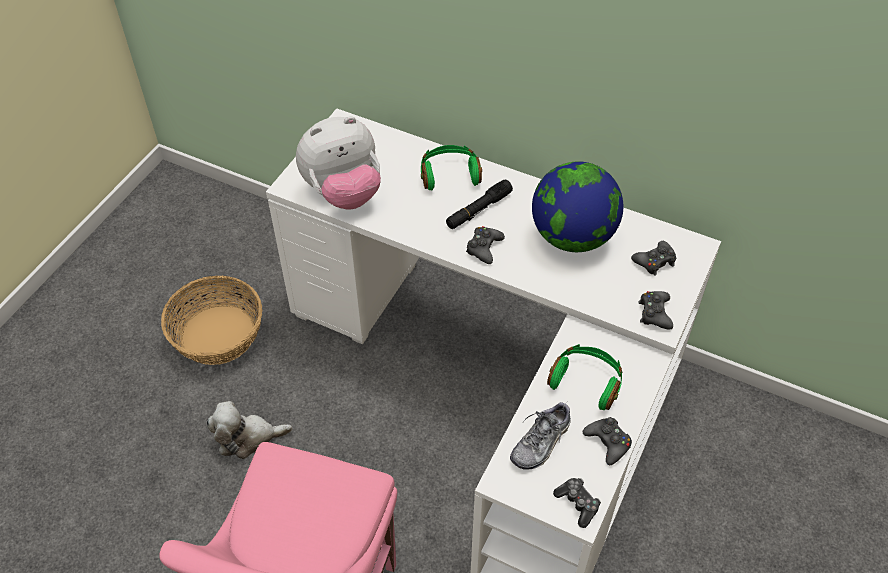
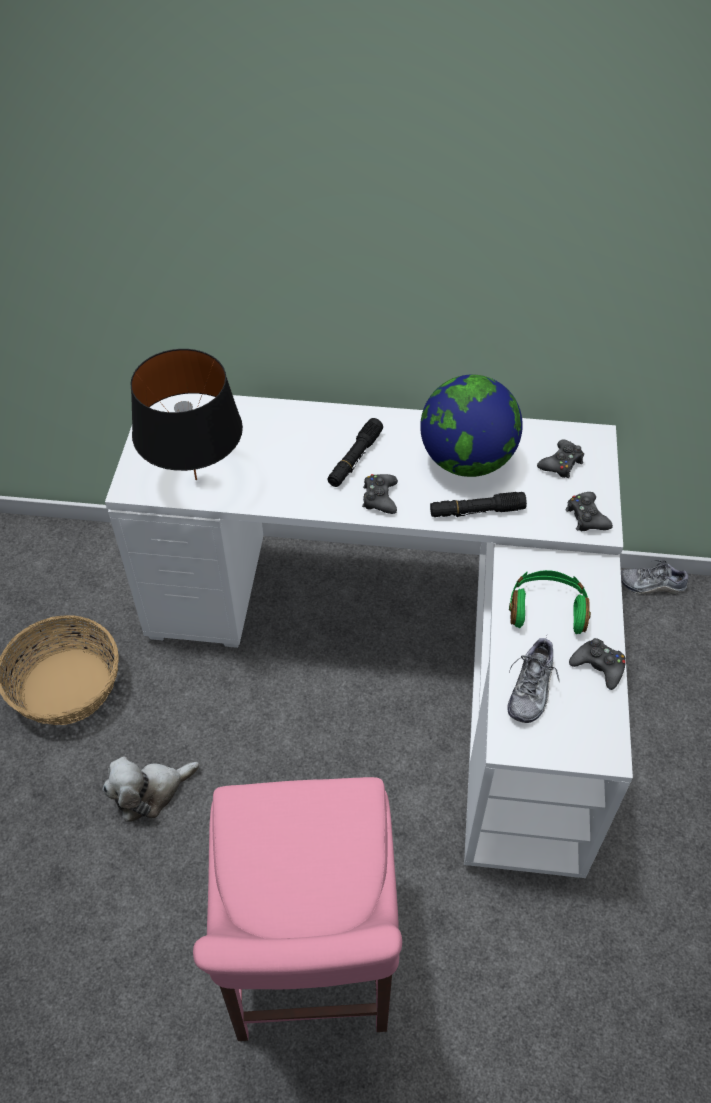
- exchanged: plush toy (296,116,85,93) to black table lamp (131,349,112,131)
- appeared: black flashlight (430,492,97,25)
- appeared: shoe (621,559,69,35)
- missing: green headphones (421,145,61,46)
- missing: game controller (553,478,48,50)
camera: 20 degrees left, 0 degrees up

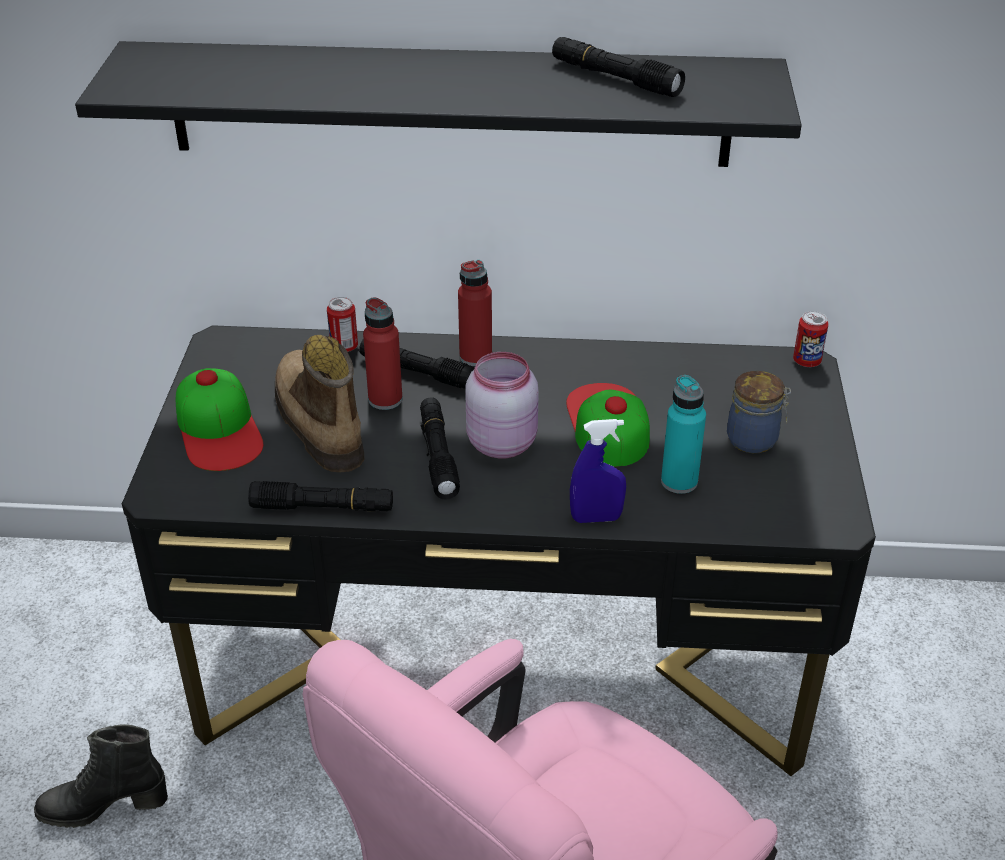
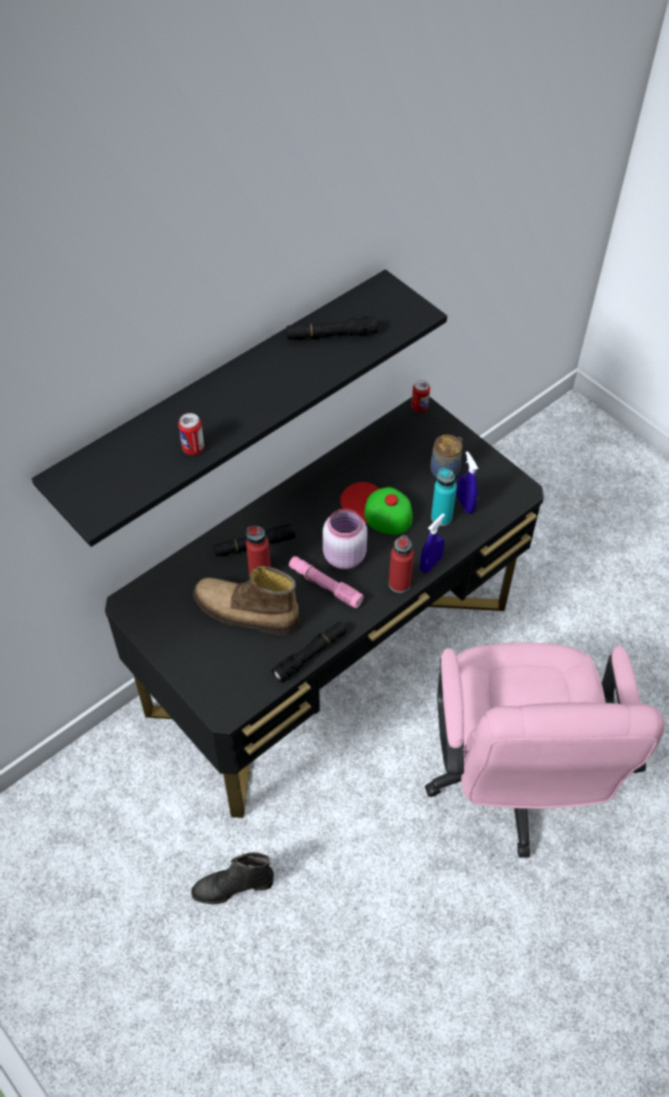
- relocated: can (327,297,31,55) to (178,413,26,42)
- spun: black boot (34,724,134,104) = (191,852,83,53) 45 degrees clockwise
- colour: black flashlight (420,397,40,103) to pink flashlight (289,556,75,52)
- relocated: red bottle (458,260,34,106) to (389,535,25,58)
- appeared: blue spray bottle (457,451,21,63)
- missing: cap (176,368,87,103)
camera: 45 degrees left, 15 degrees up

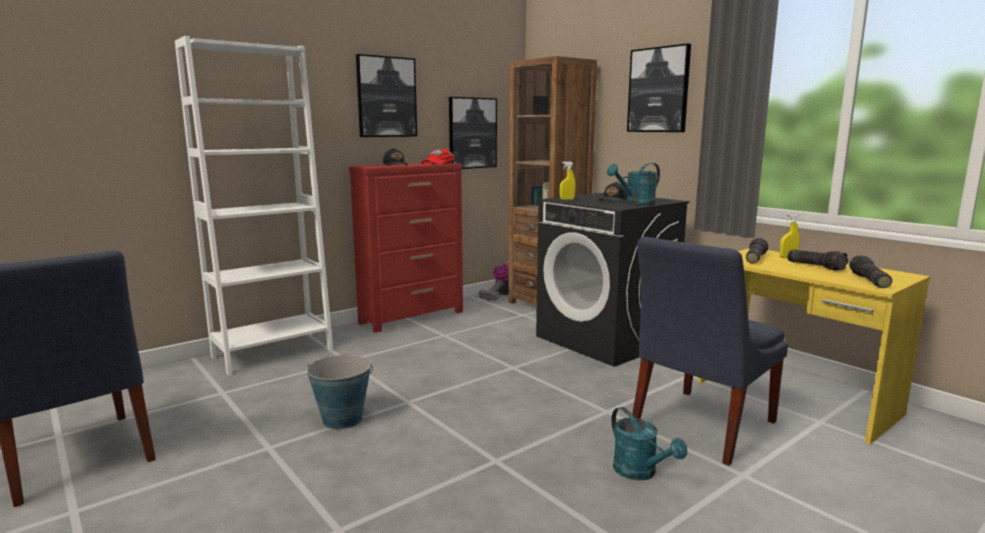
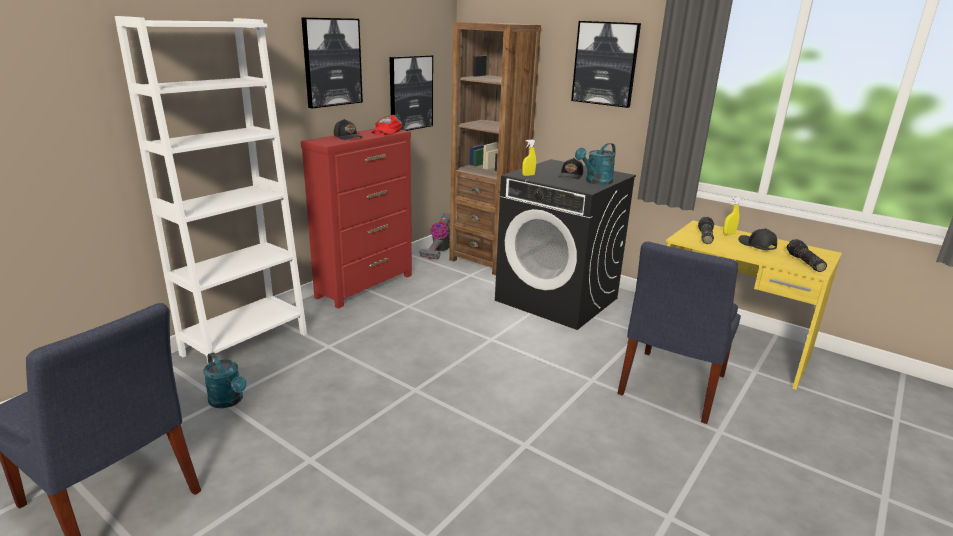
- relocated: turquoise watering can (611,407,76,73) to (203,352,44,56)
- exchanged: flashlight (787,249,61,22) to black cap (738,228,39,22)
- missing: bucket (307,355,66,75)
camera: 15 degrees left, 10 degrees up

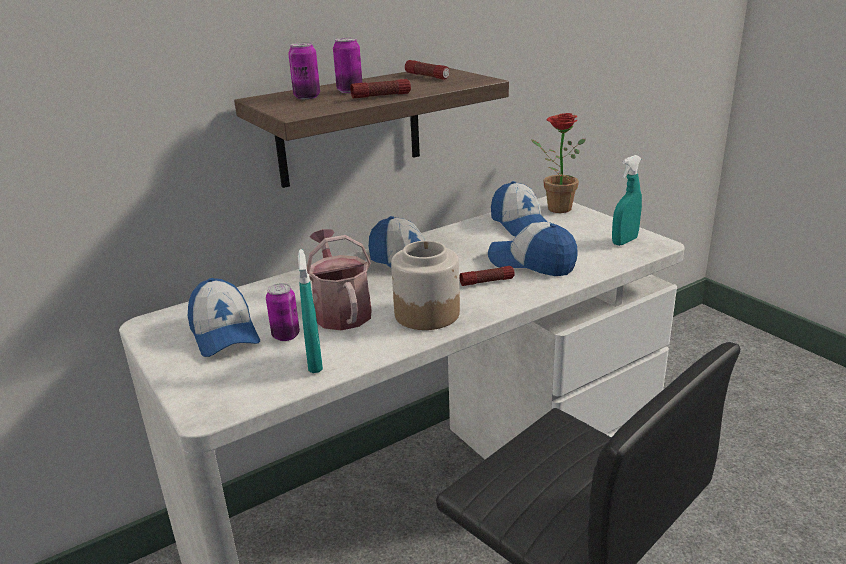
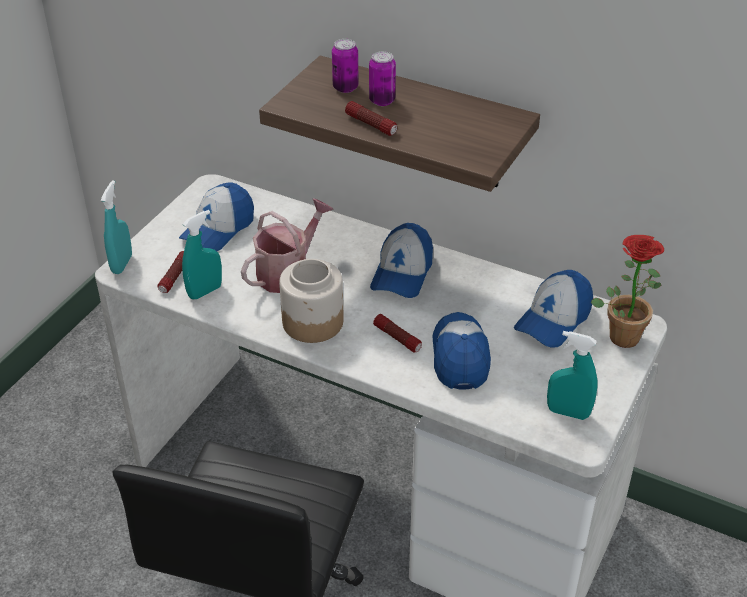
- appeared: turquoise spray bottle (101,180,31,94)
- relocated: flashlight (405,60,45,20) to (158,251,26,42)
- missing: can (266,283,34,58)
camera: 60 degrees right, 15 degrees up

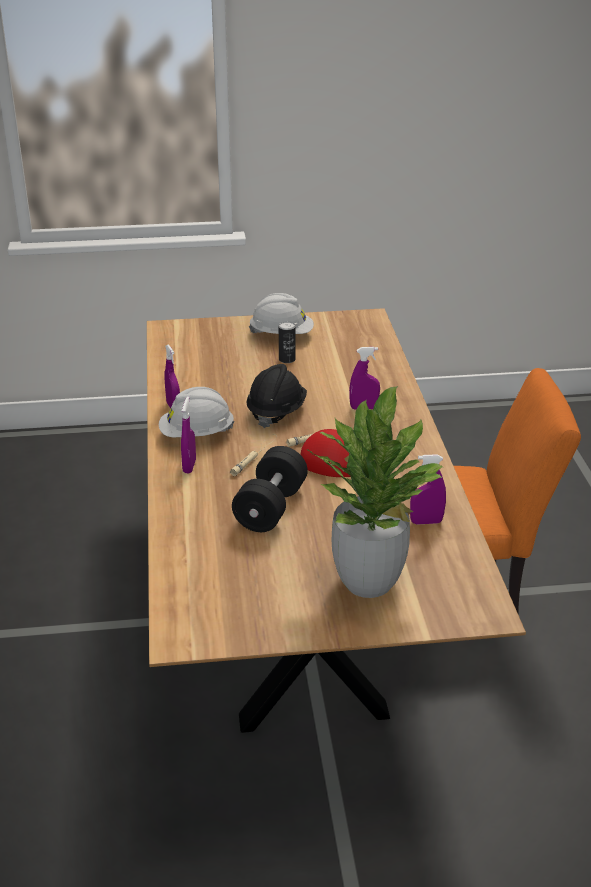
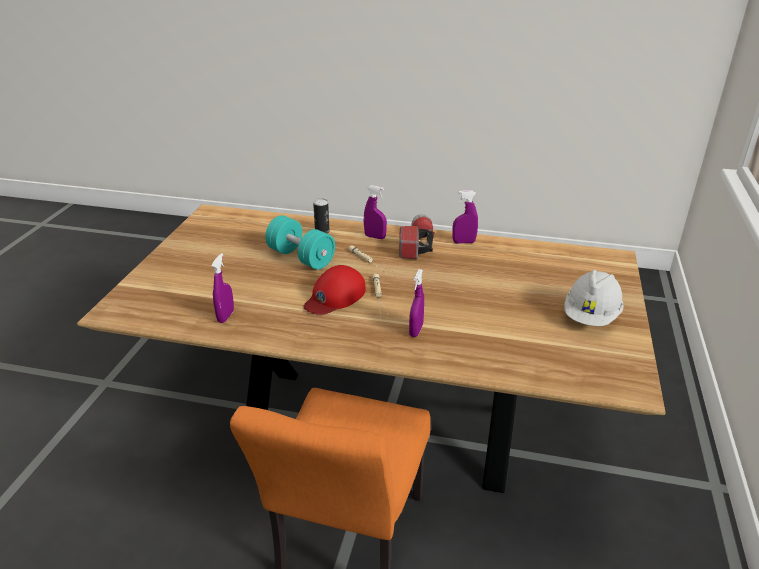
- colour: black dumbbell (232,446,76,86) to turquoise dumbbell (265,215,70,55)
- relocated: can (279,321,17,42) to (313,198,17,36)
- exchanged: white hard hat (159,387,75,50) to flashlight (399,214,36,45)
- missing: black hard hat (246,364,61,64)
- missing: potted plant (306,386,137,212)
camera: 110 degrees right, 0 degrees up

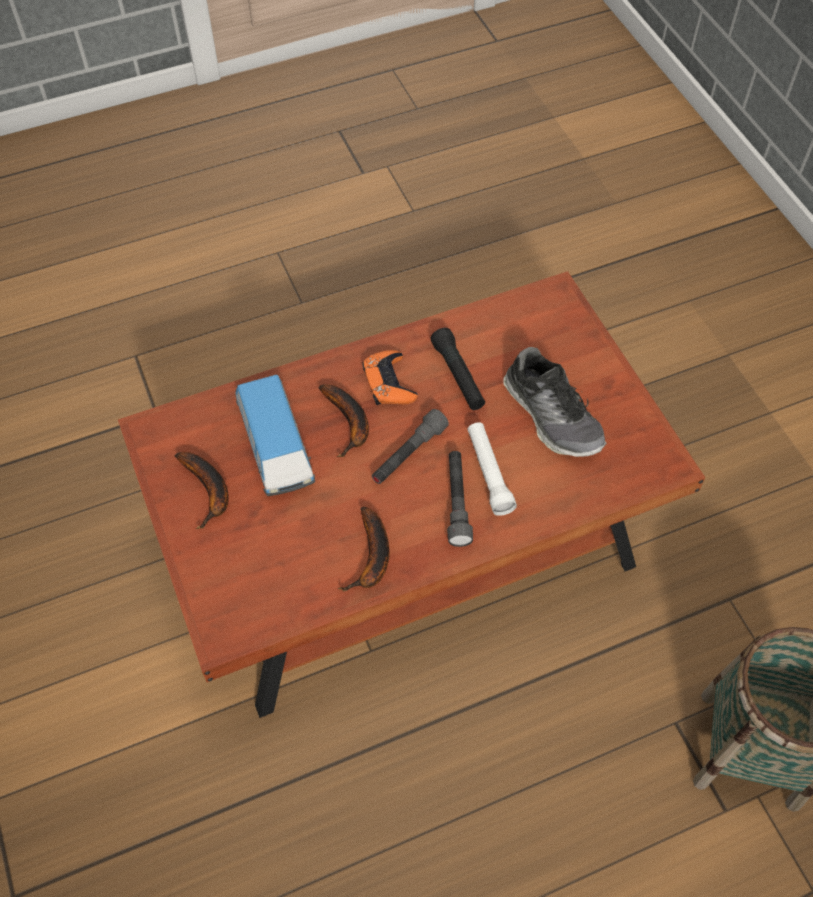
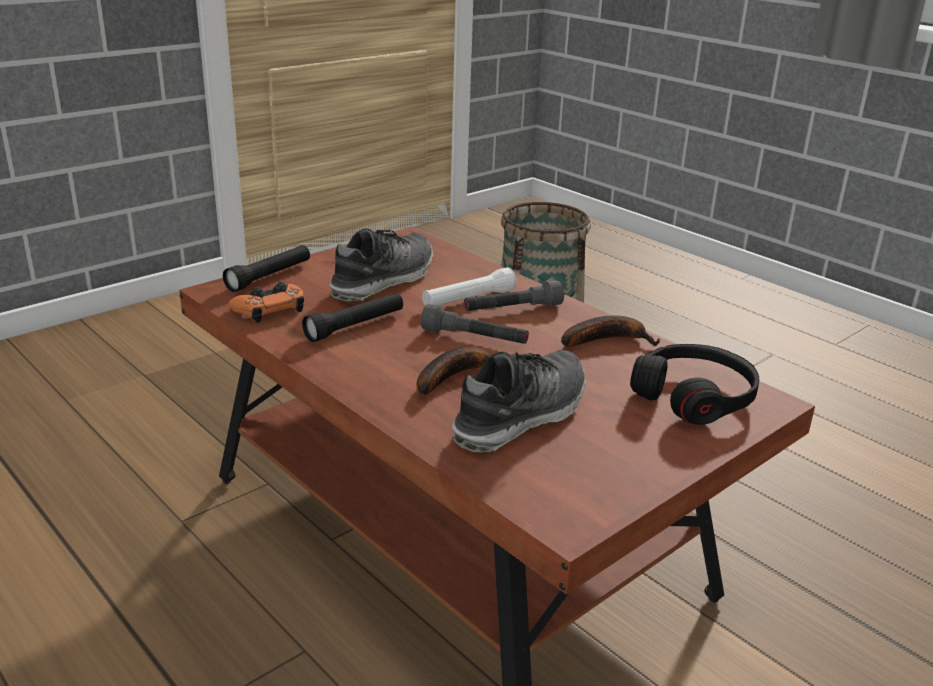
- appeared: black flashlight (223,245,87,47)
- relocated: orange game controller (362,350,56,55) to (229,282,75,41)
- exchanged: toy car (235,375,80,121) to shoe (452,350,134,103)
- appeared: black headphones (630,344,129,81)
- missing: banana (175,452,54,77)
camera: 110 degrees left, 30 degrees down

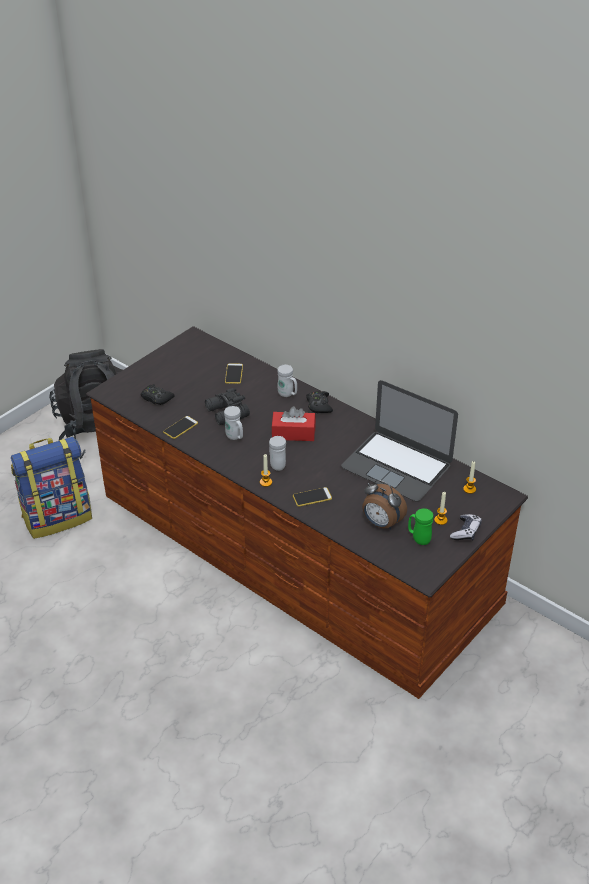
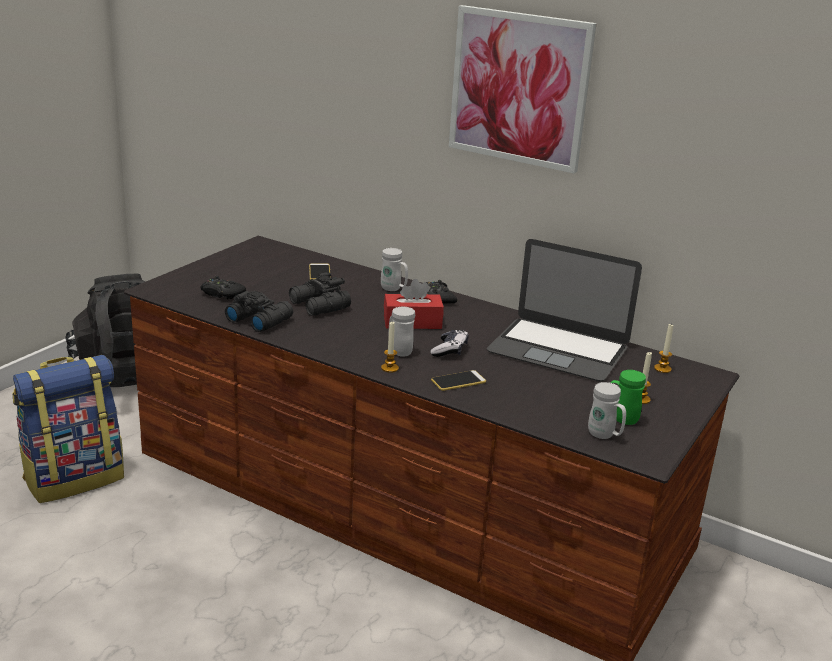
- exchanged: phone (163,416,35,23) to black binoculars (225,291,68,41)
- relocated: game controller (450,514,32,26) to (430,330,39,27)
- appeared: picture (449,5,148,168)
- relocated: white mug (224,406,19,34) to (588,382,38,57)
- missing: alarm clock (362,480,45,50)
camera: 10 degrees left, 15 degrees down

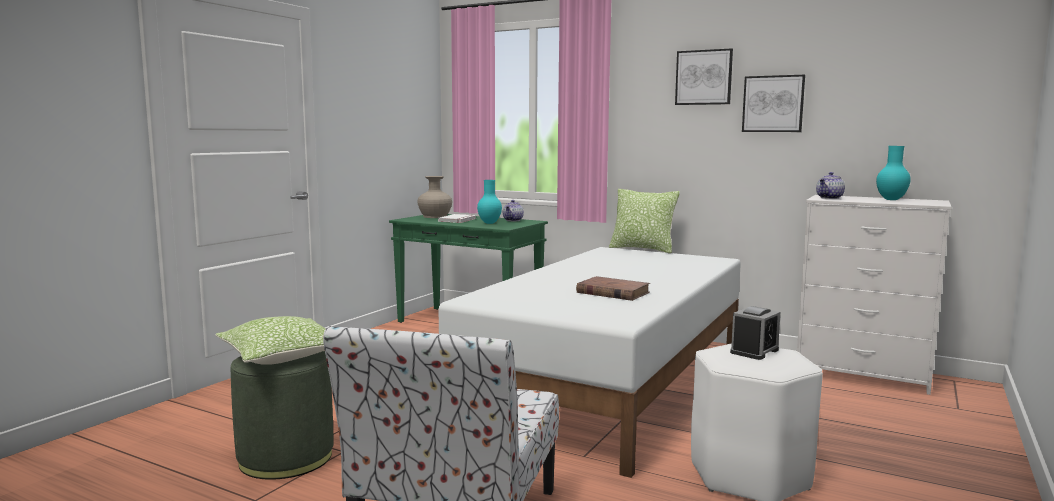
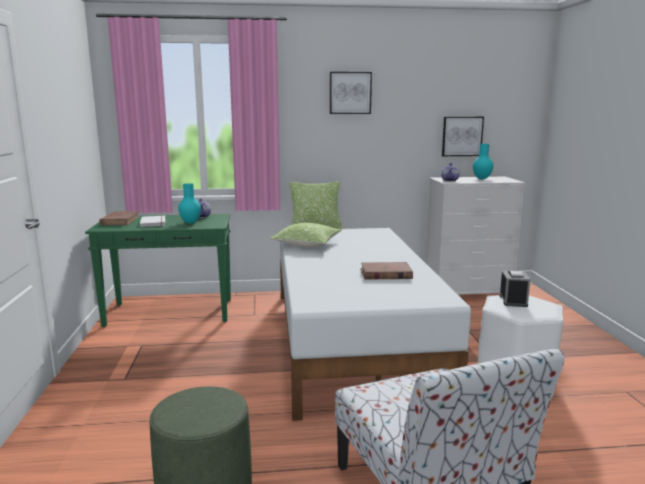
- exchanged: beige vase (417,176,35,42) to brown book (99,211,41,14)
- relocated: pillow (216,316,110,49) to (269,223,72,24)
- relocated: picture (742,75,63,57) to (442,117,42,39)
camera: 35 degrees left, 5 degrees up

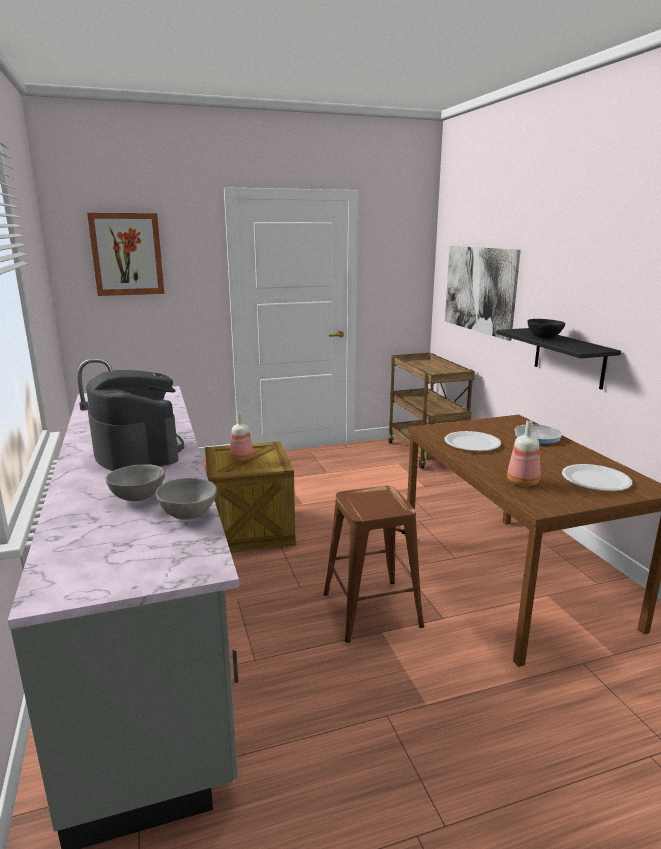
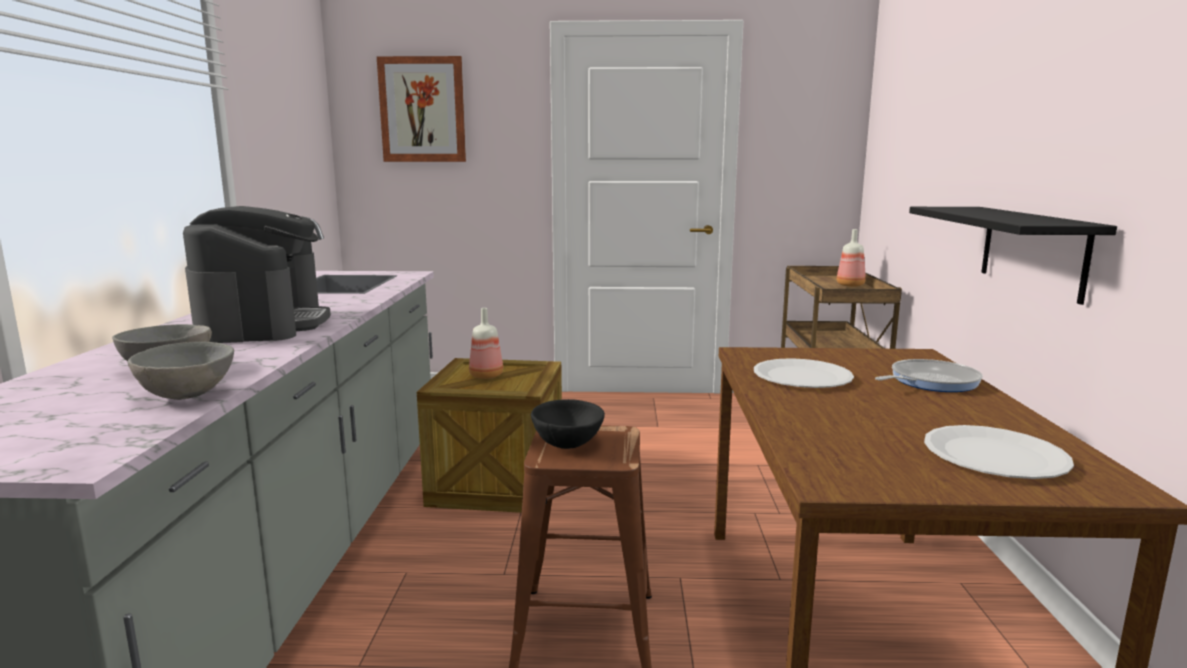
- relocated: black bowl (528,319,37,20) to (531,399,74,50)
- relocated: bottle (507,420,33,67) to (837,229,29,58)
- missing: picture (445,246,76,95)
camera: 20 degrees right, 5 degrees down

